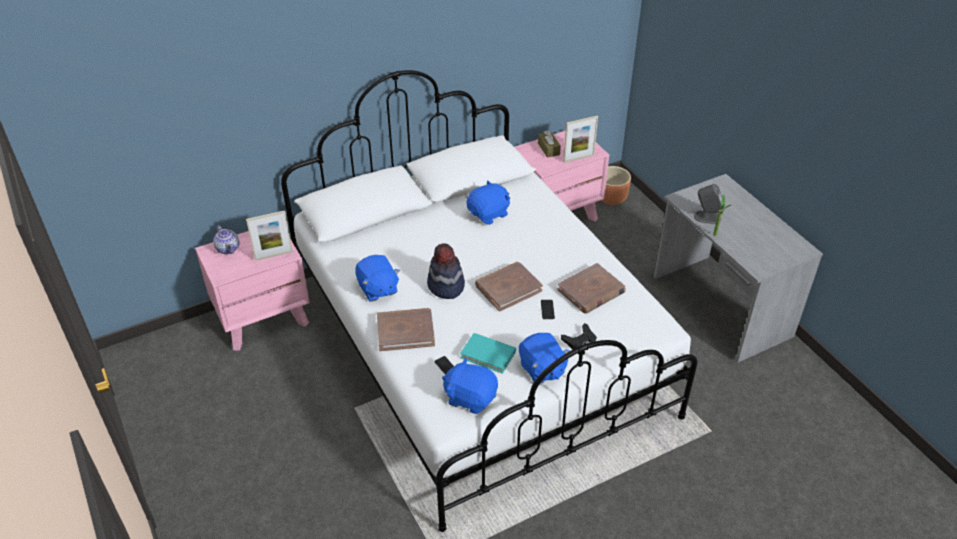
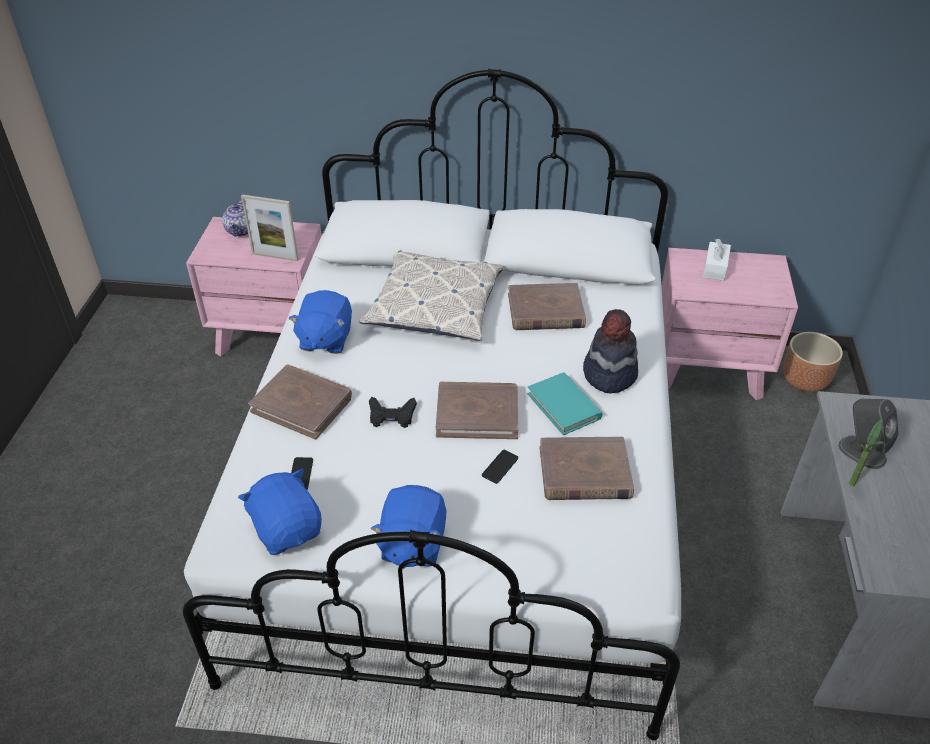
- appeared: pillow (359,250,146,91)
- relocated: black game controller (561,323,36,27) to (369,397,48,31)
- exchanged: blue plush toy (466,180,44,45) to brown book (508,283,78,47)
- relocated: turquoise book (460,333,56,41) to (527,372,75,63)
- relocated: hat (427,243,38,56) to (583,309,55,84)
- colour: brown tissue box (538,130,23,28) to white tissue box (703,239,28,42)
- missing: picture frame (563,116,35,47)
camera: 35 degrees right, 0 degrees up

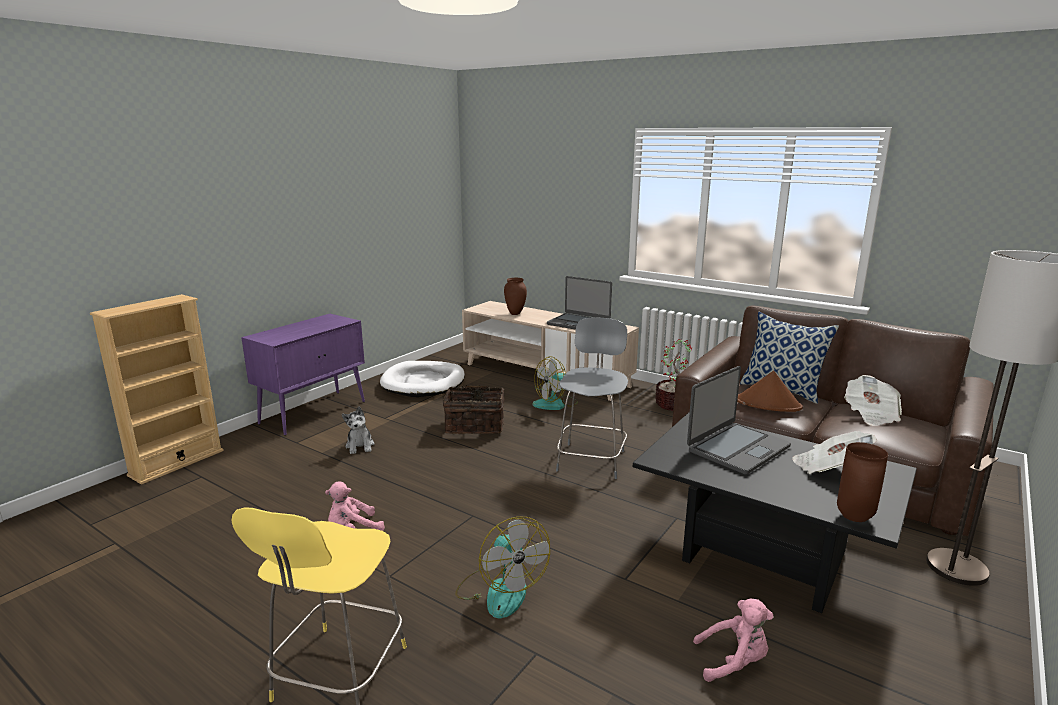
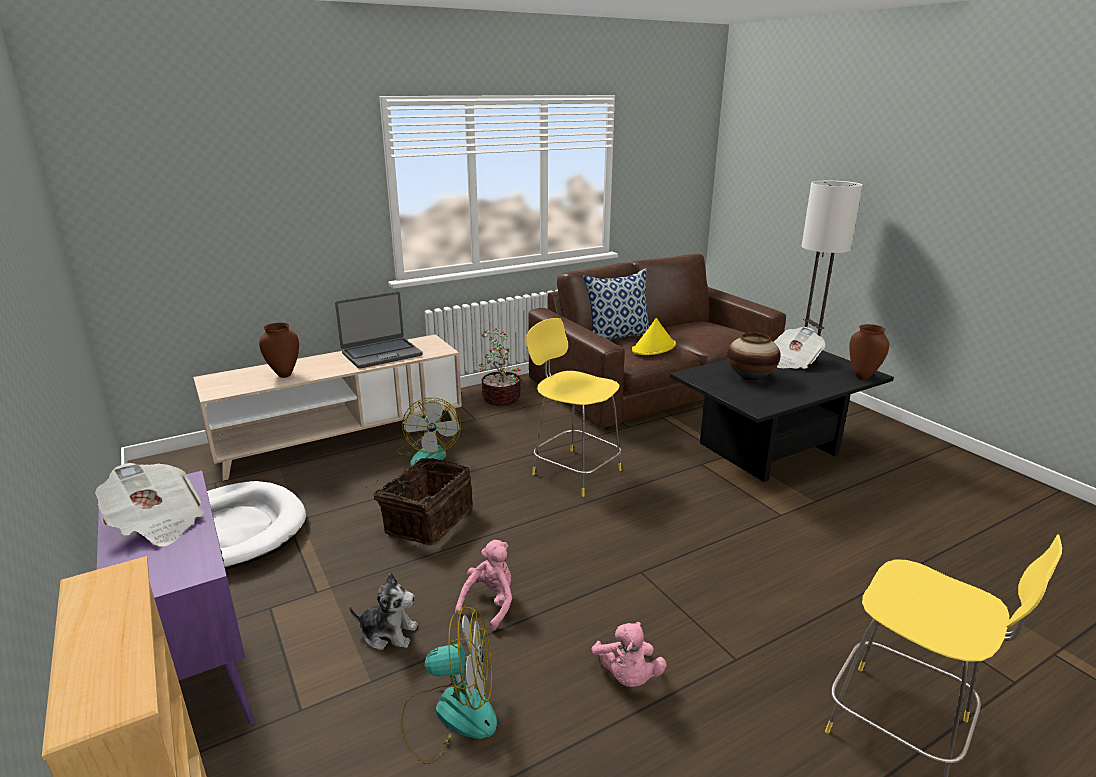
- relocated: newspaper (844,375,58,51) to (95,463,110,84)
- relocated: fan (455,516,95,102) to (400,606,97,158)
- relocated: pink plush toy (693,599,80,83) to (455,540,57,91)
- colour: grey stool (556,317,72,162) to yellow stool (526,318,96,179)
- colour: brown hat (737,371,66,41) to yellow hat (632,318,44,37)
- exchanged: laptop (687,366,104,109) to vase (727,332,54,49)
camera: 65 degrees left, 5 degrees up

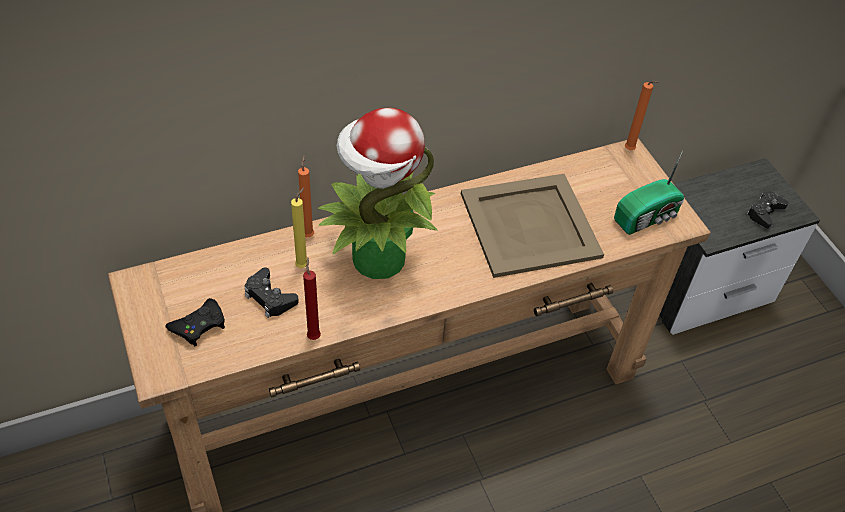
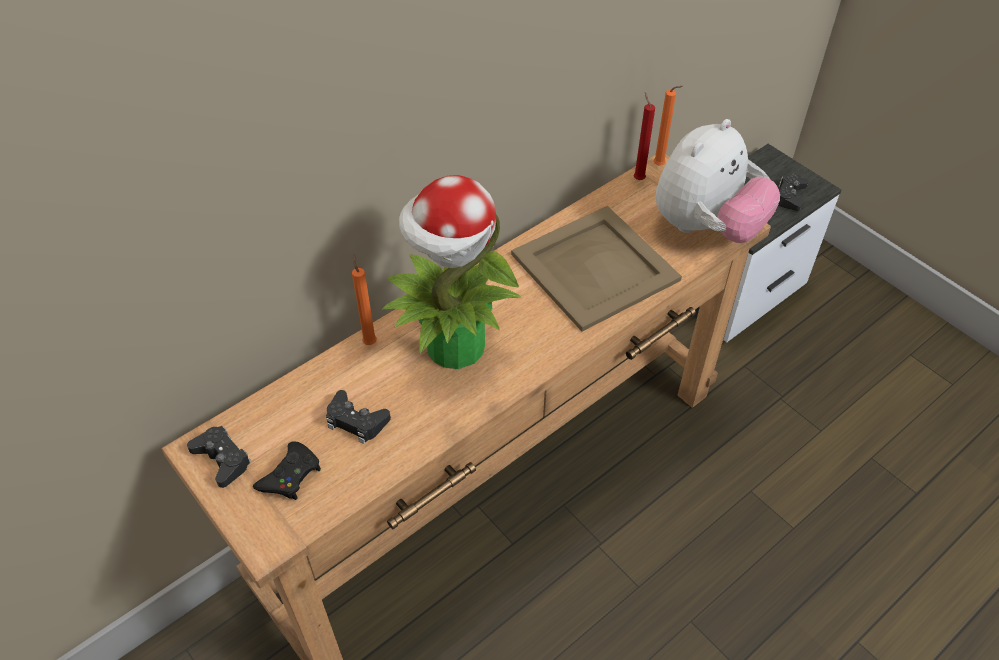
- appeared: black game controller (187,426,64,62)
- relocated: red candle (303,258,18,82) to (633,92,22,88)
- exchanged: radio (614,151,70,84) to plush toy (655,119,125,124)
- missing: yellow candle (291,187,16,81)
camera: 15 degrees left, 0 degrees up

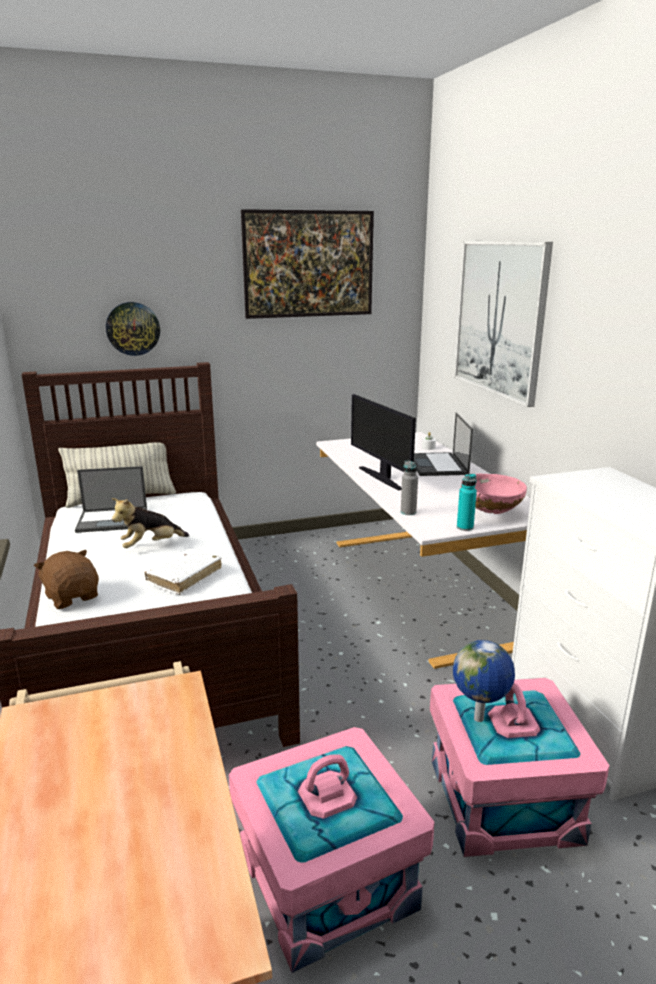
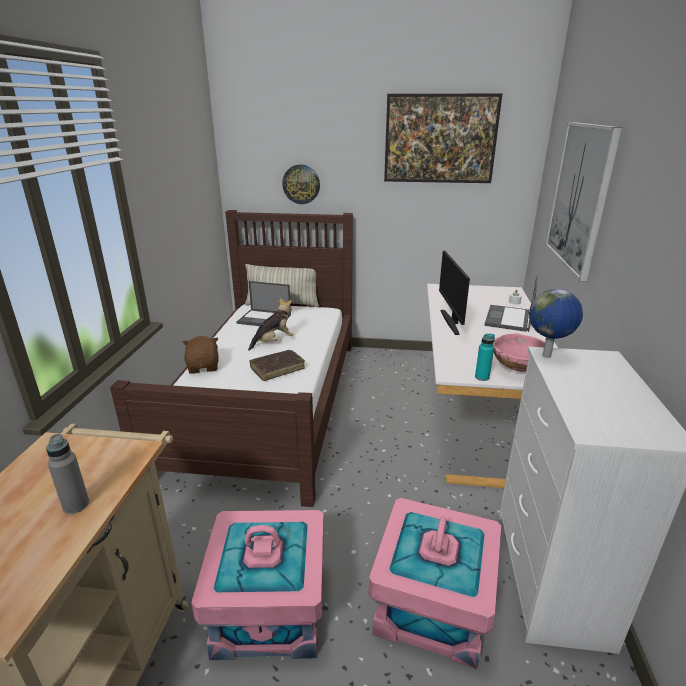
- relocated: grey bottle (401,461,17,54) to (46,434,43,80)
- spun: plush toy (112,498,77,50) = (248,298,46,53) 150 degrees clockwise
- colour: white book (144,549,78,46) to brown book (250,350,55,31)
- relocated: globe (453,640,62,82) to (529,289,54,69)
camera: 25 degrees right, 5 degrees up

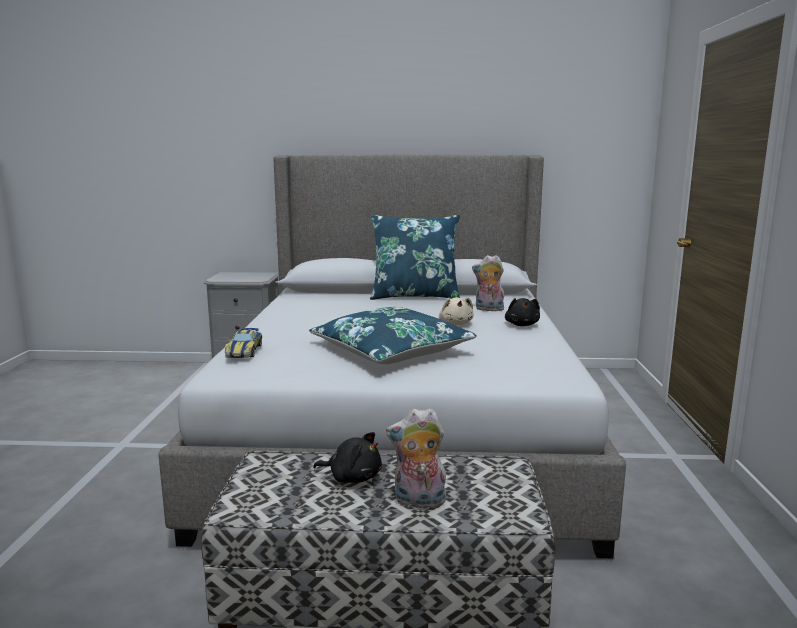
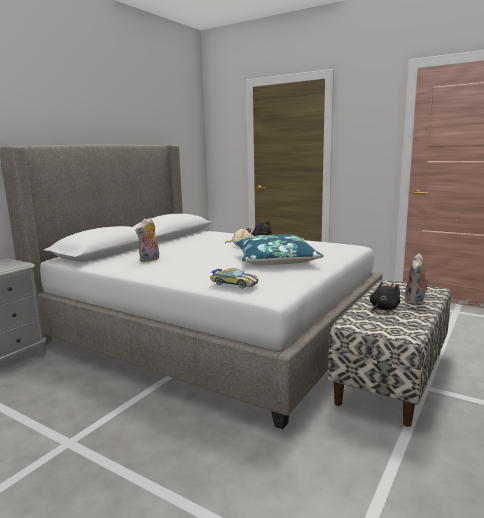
- relocated: plush toy (472,255,32,56) to (135,218,24,44)
- missing: blue pillow (370,215,90,85)
camera: 60 degrees left, 0 degrees up

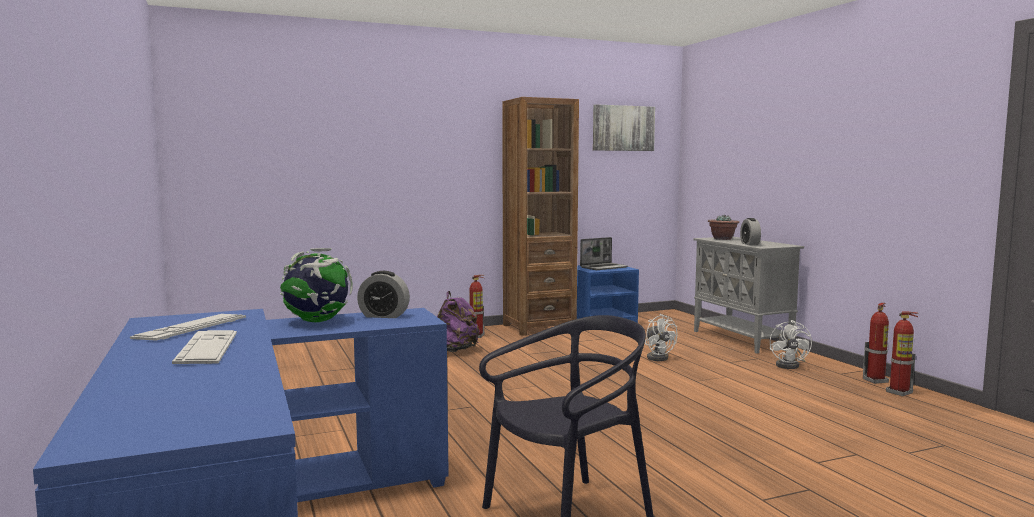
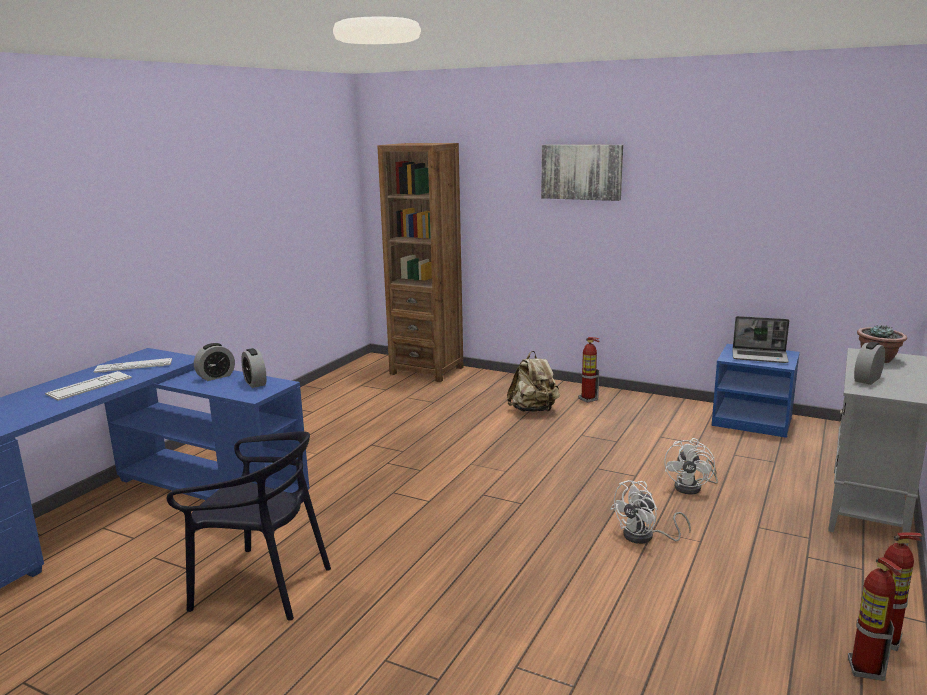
- exchanged: globe (280,248,73,74) to alarm clock (194,343,41,38)
- relocated: brown bookcase (502,97,77,239) to (377,143,86,239)
- colour: purple backpack (437,291,43,61) to beige backpack (507,351,53,61)
- relocated: picture (593,104,62,47) to (541,145,82,56)
- relocated: white fan (770,320,42,49) to (610,480,81,64)
camera: 50 degrees right, 10 degrees up

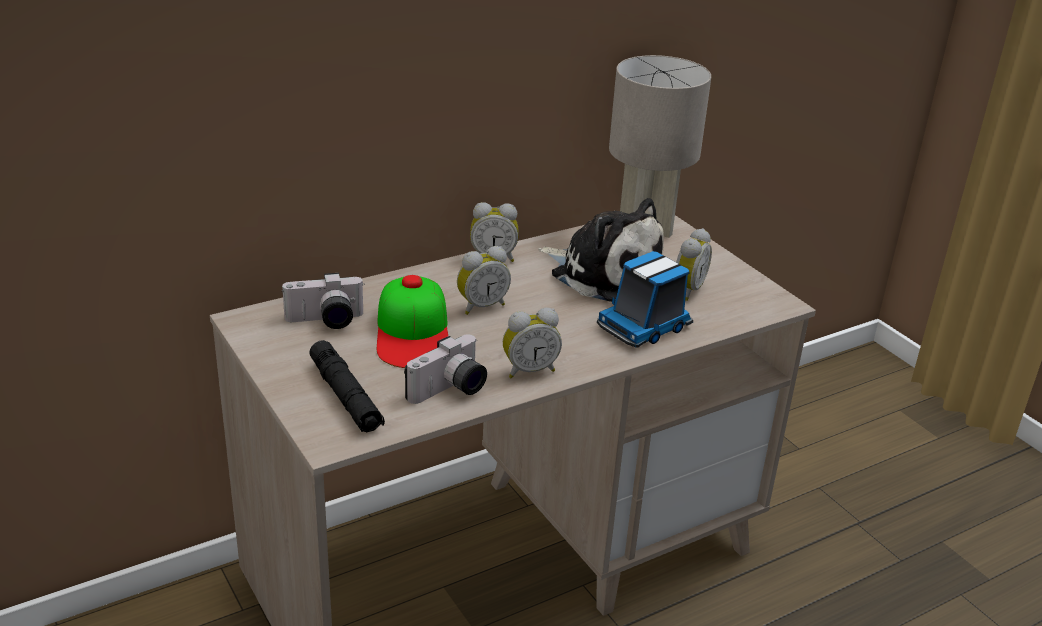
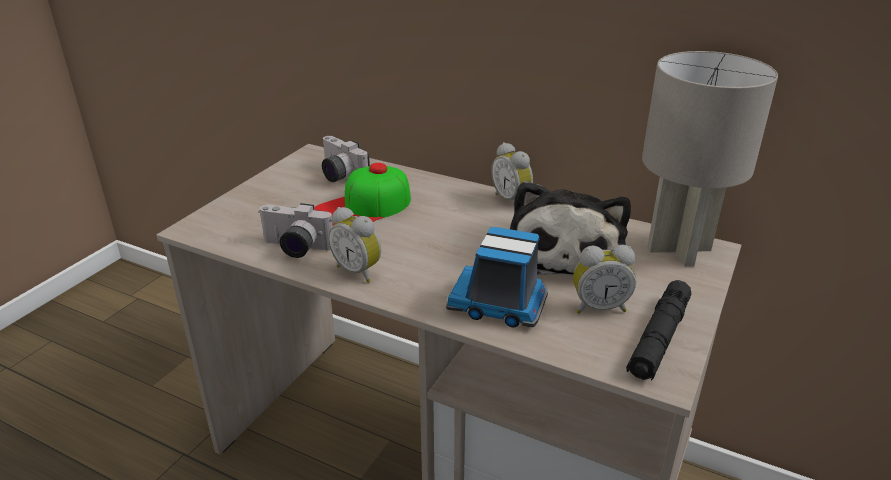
- relocated: black flashlight (309,340,76,92) to (626,280,65,100)
- missing: alarm clock (457,246,54,69)
camera: 60 degrees right, 0 degrees up

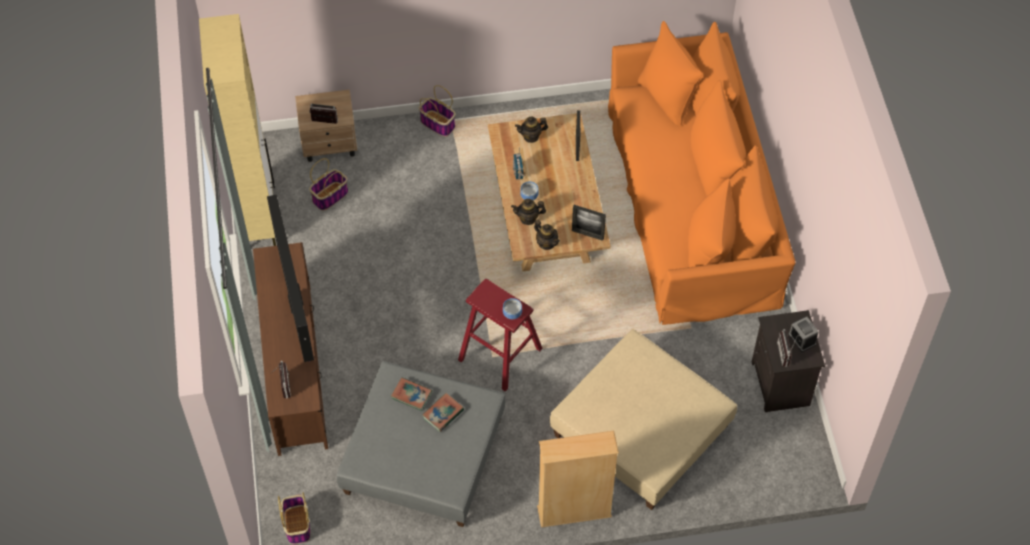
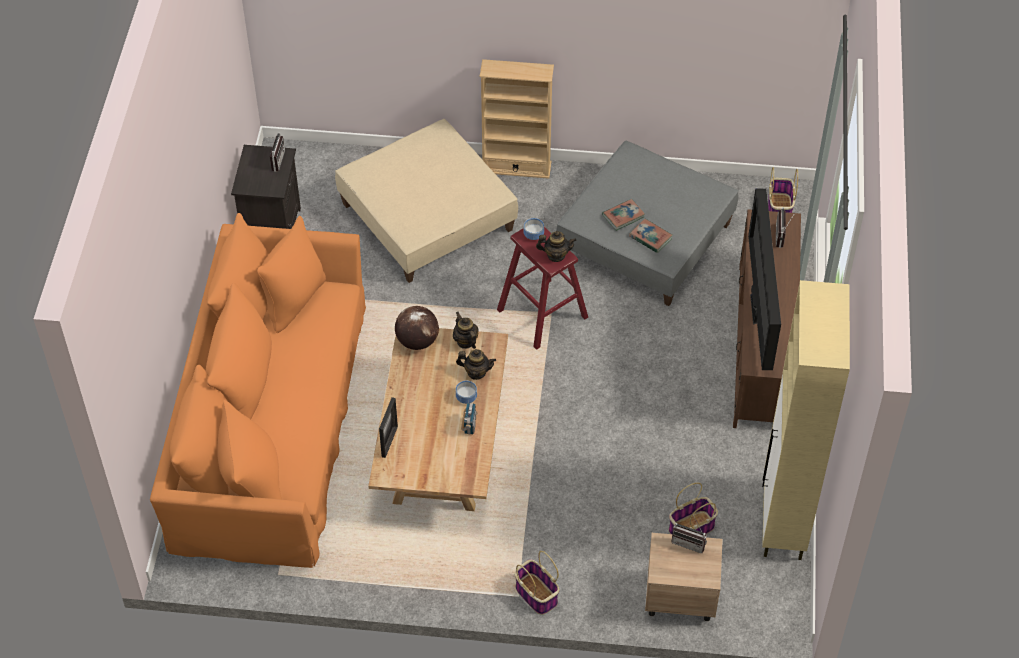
- exchanged: picture frame (572,205,34,36) to globe (395,306,44,44)
- relocated: teapot (515,117,33,26) to (536,231,41,31)
- missing: alarm clock (788,317,31,35)
camera: 165 degrees left, 5 degrees down

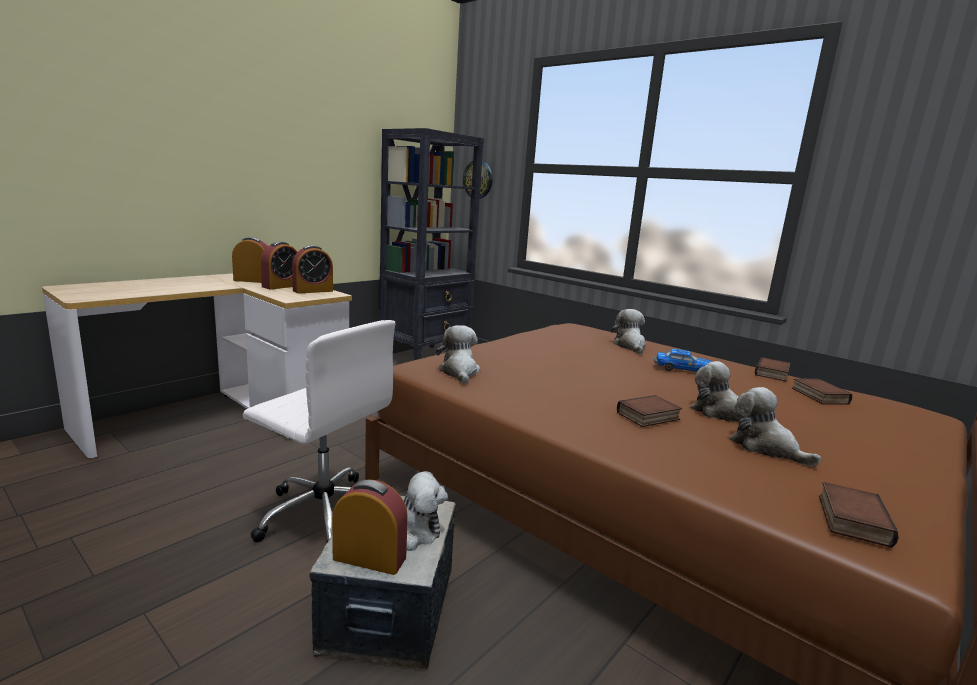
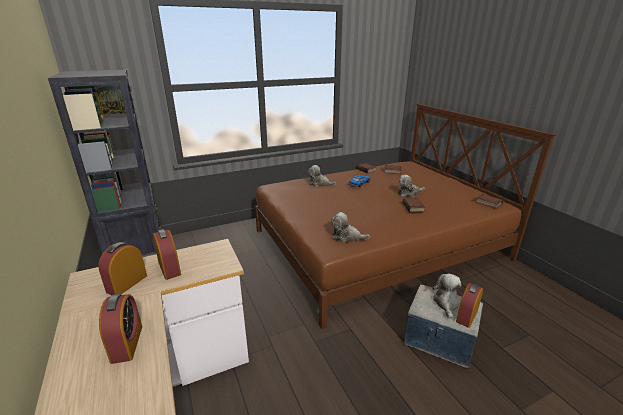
- relocated: alarm clock (292,245,41,49) to (99,294,43,70)
- missing: white office chair (243,320,153,224)
- missing: plush toy (729,387,92,79)
camera: 65 degrees left, 10 degrees up

